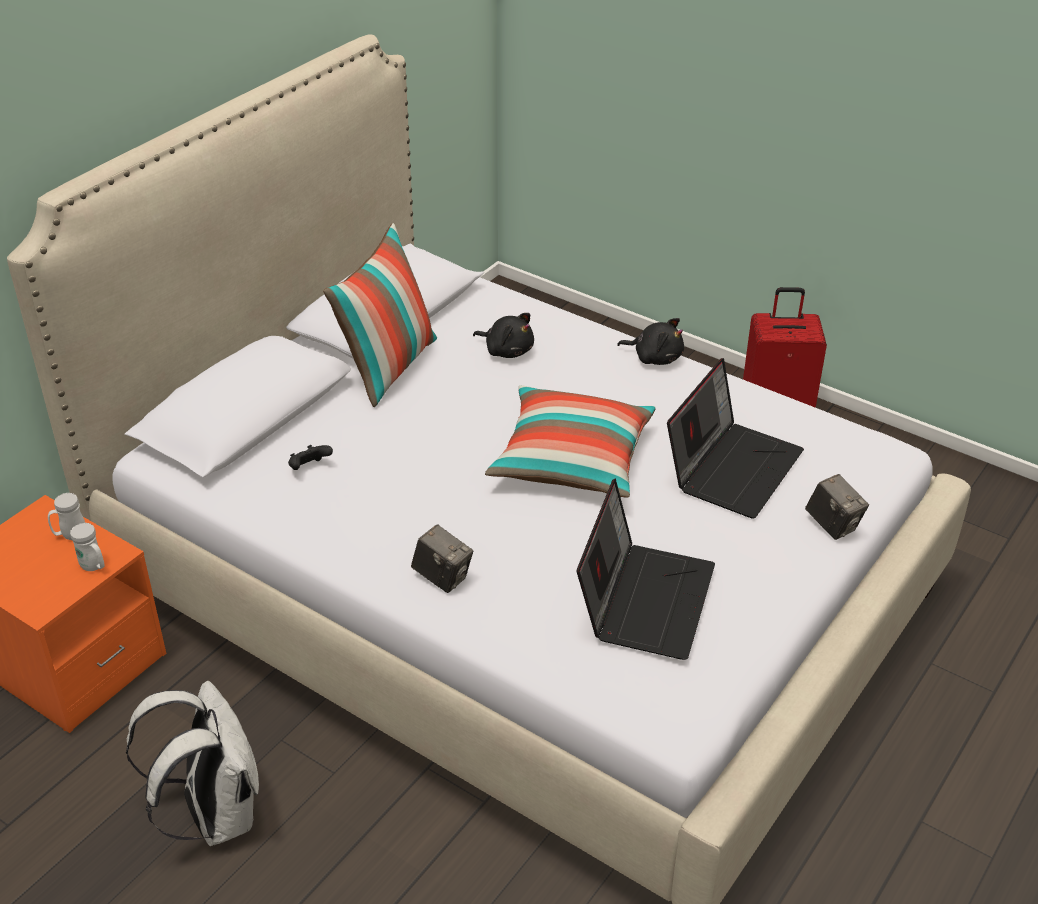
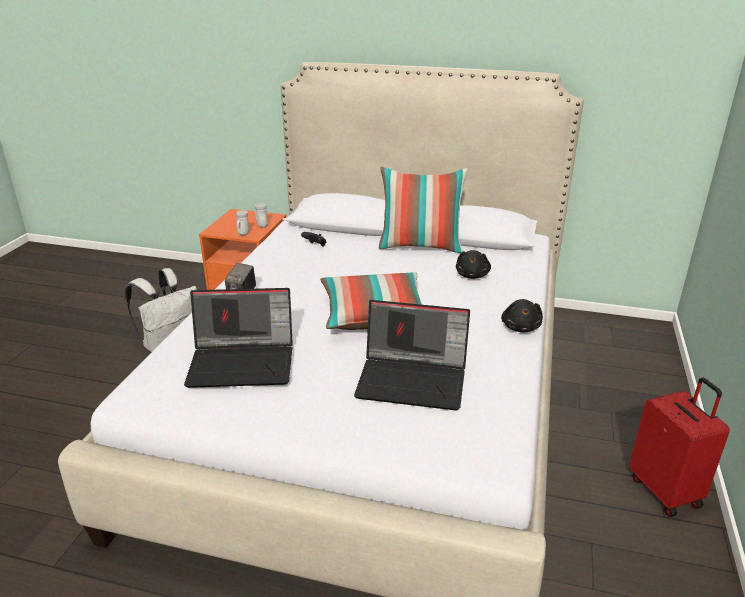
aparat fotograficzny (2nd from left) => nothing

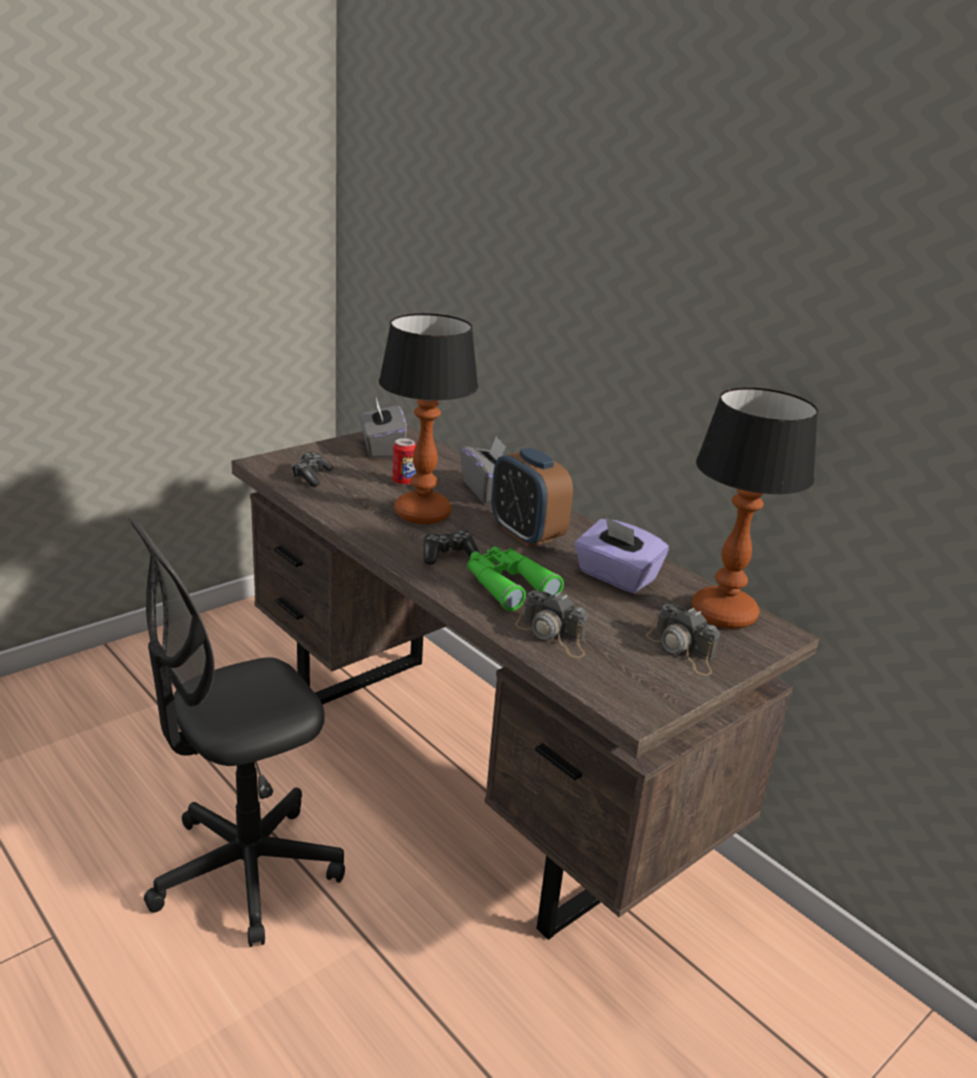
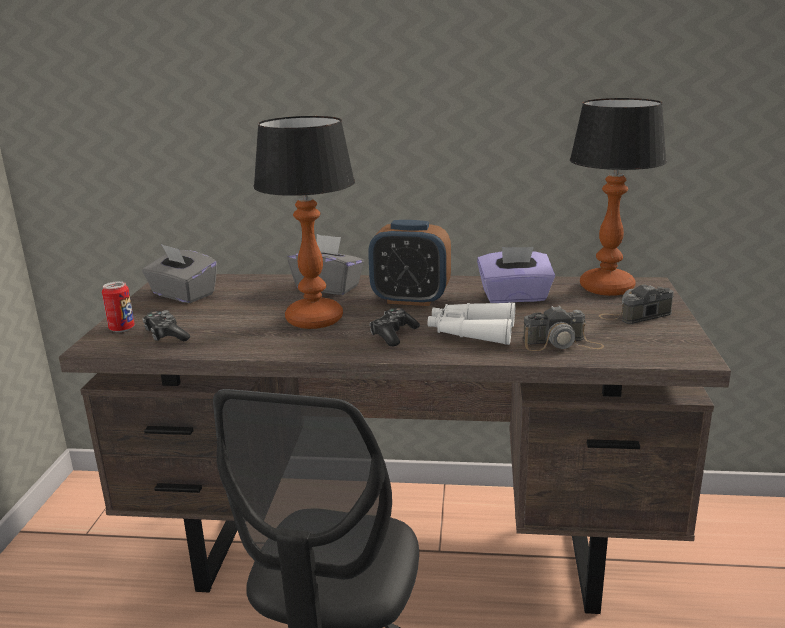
puszka, moved
lornetka/zielony => lornetka/biały
aparat fotograficzny (2nd from left), 150 degrees clockwise

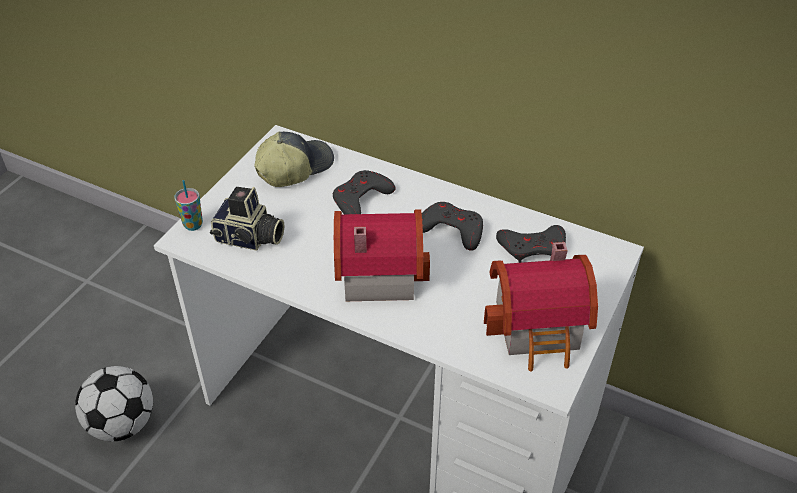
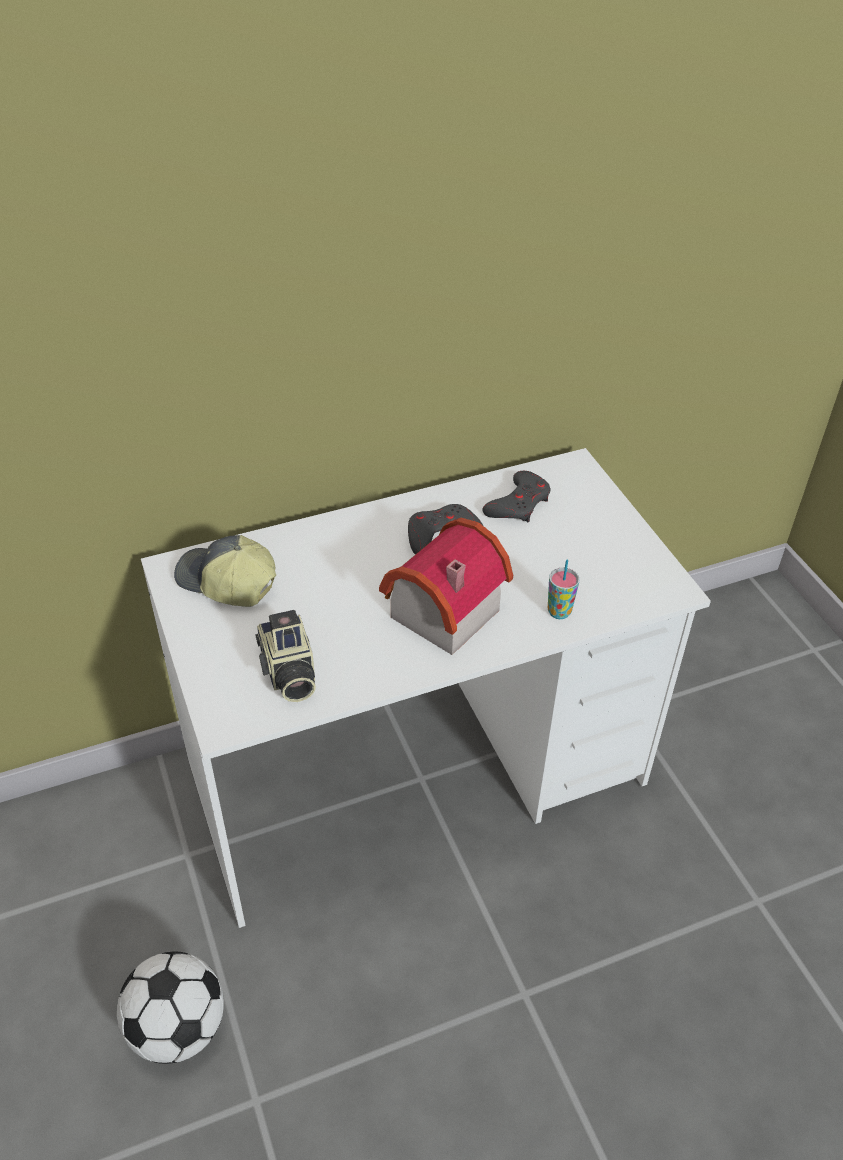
filiżanka, moved
aparat fotograficzny, 105 degrees clockwise
czapka z daszkiem, 60 degrees counterclockwise
pad do gier/szary (1st from left) => nothing
domek (2nd from left) => nothing

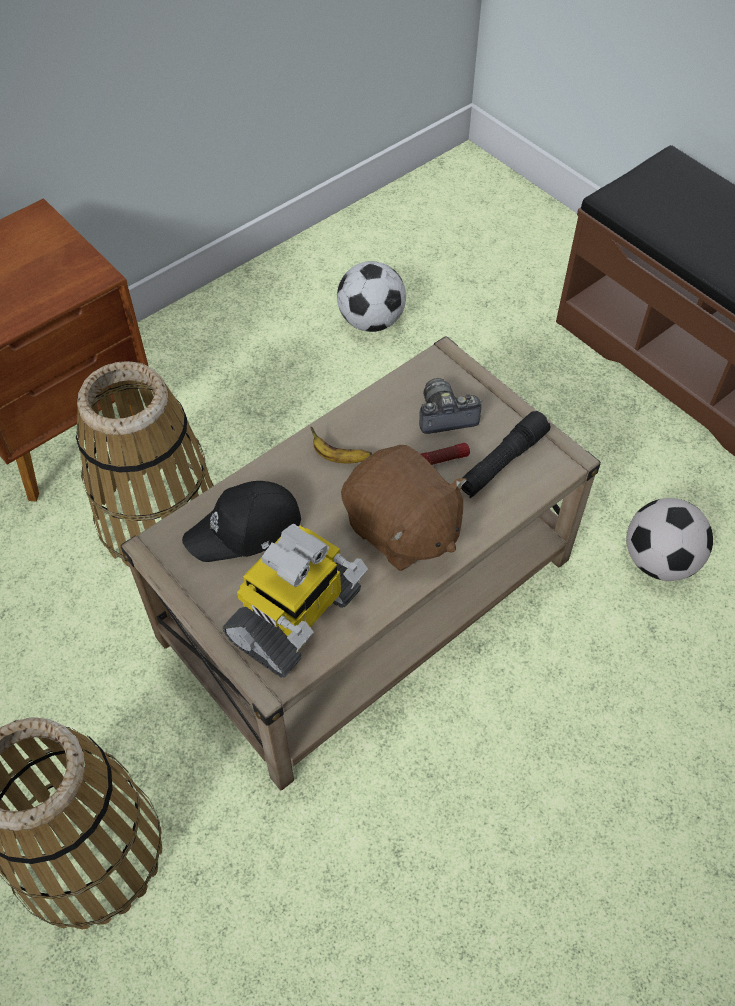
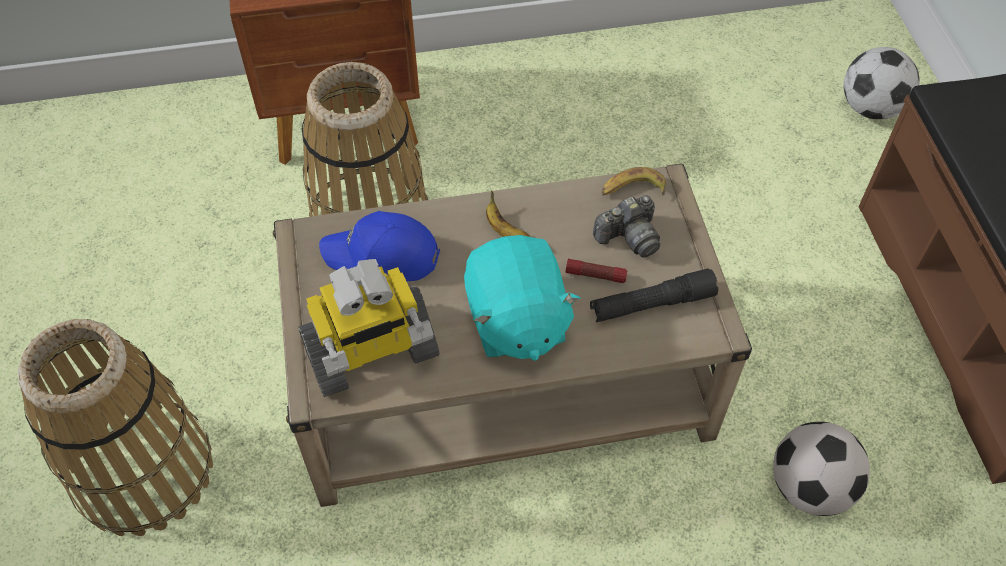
czapka z daszkiem/czarny => czapka z daszkiem/niebieski
piłka futbolowa (1st from left in the first image) => piłka futbolowa (2nd from left), moved
pluszak/brązowy => pluszak/turkusowy
aparat fotograficzny, 135 degrees clockwise
nothing => banan (2nd from left)

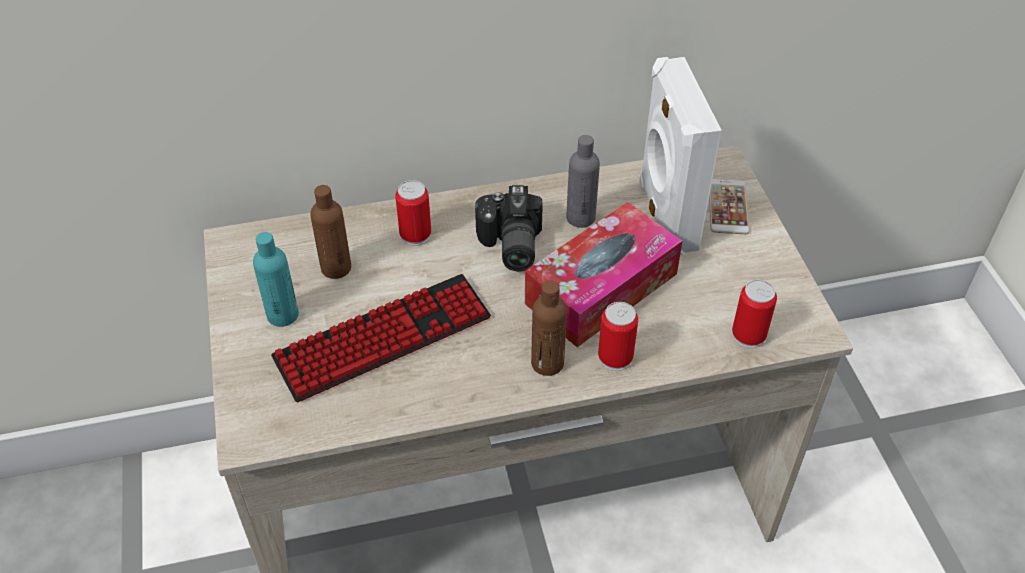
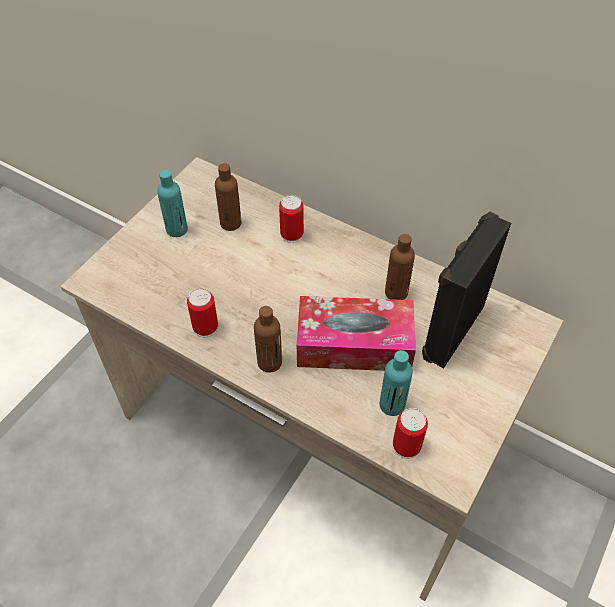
klawiatura => nothing
aparat fotograficzny => nothing
butelka/szary => butelka/brązowy (3rd from left)
puszka (2nd from left in the first image) => puszka (1st from left), moved
głośnik/biały => głośnik/czarny
telefon => nothing
nothing => butelka/turkusowy (2nd from left)

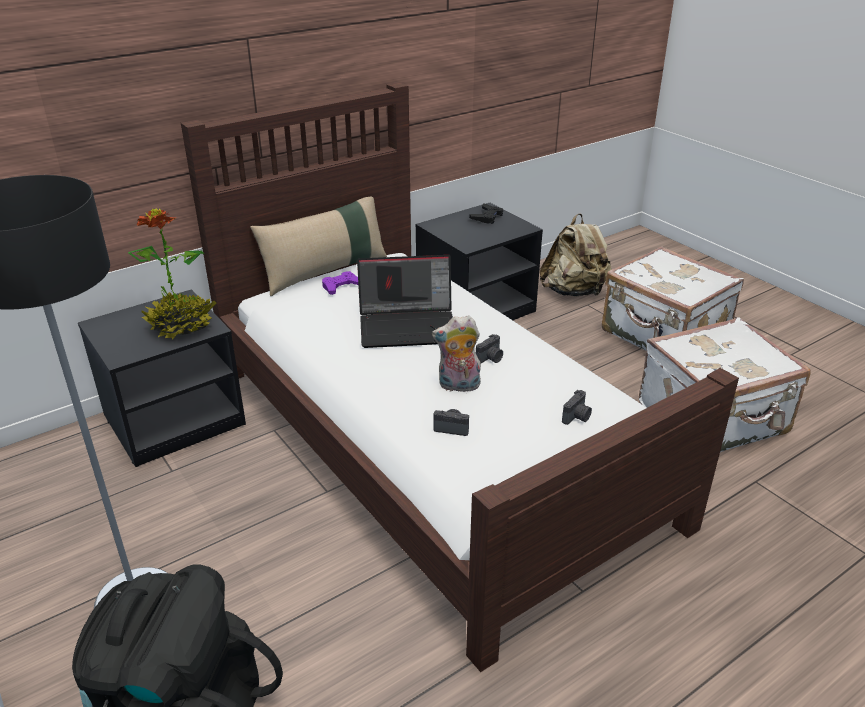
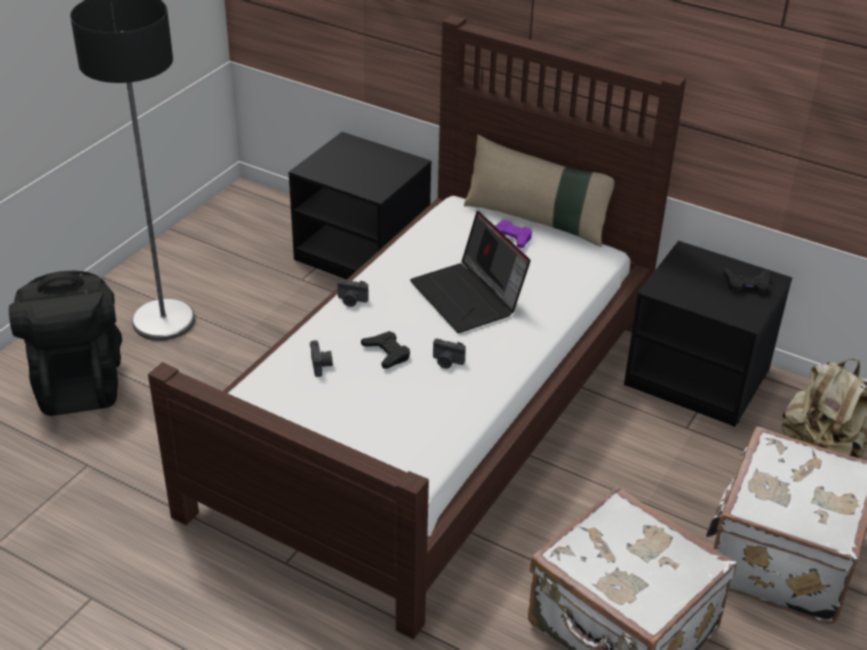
roślina doniczkowa => nothing
pluszak => pad do gier/czarny (1st from left)
aparat fotograficzny (3rd from left in the first image) => aparat fotograficzny (2nd from left), moved

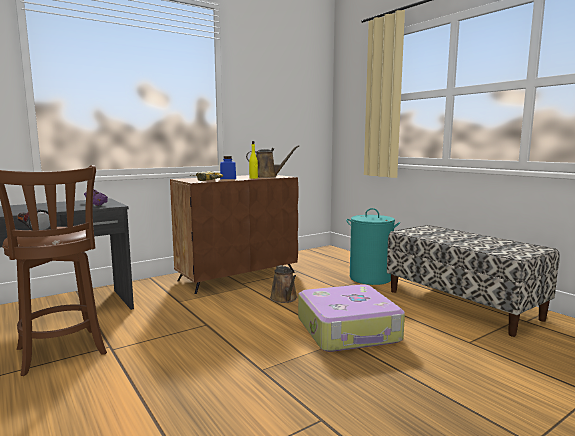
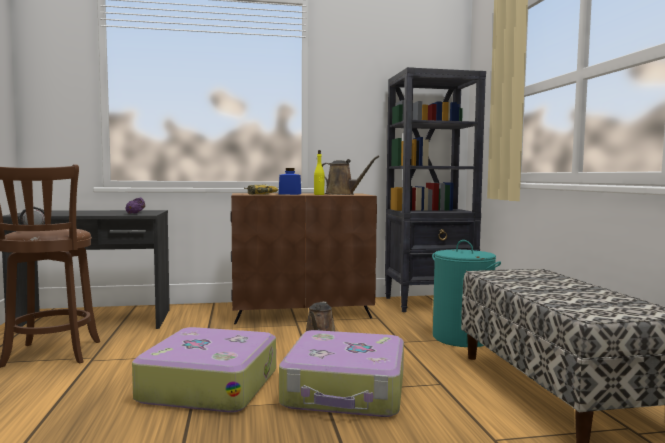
nothing => walizka (1st from left)
nothing => regał/czarny

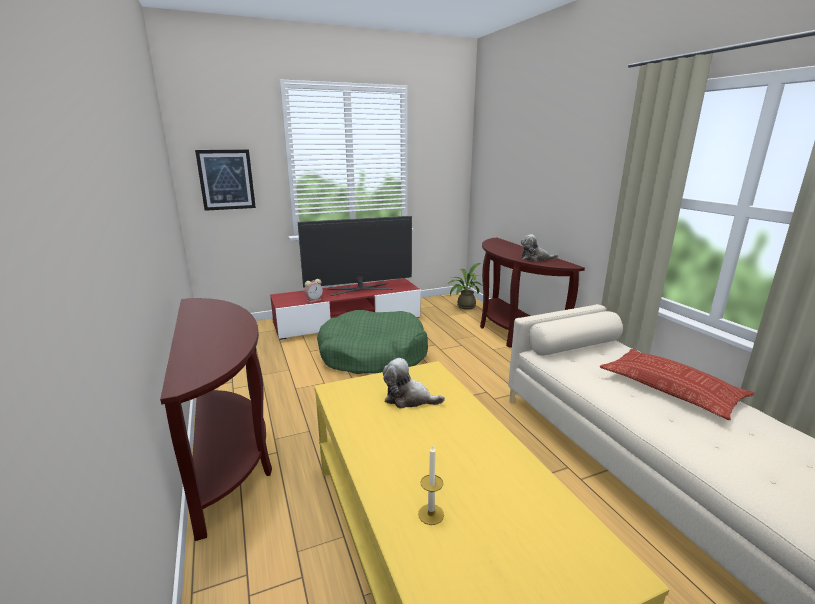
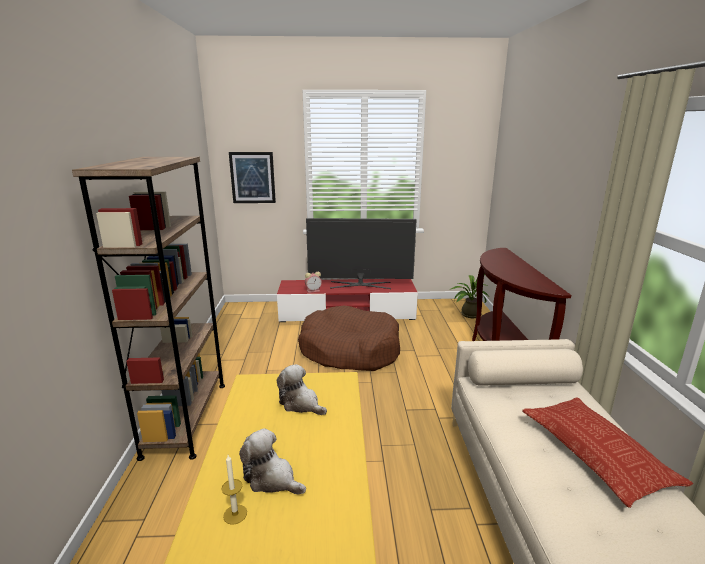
stolik konsolowy/brązowy (1st from left) => regał/brązowy
legowisko/zielony => legowisko/brązowy
pluszak (2nd from left in the first image) => pluszak (1st from left), moved

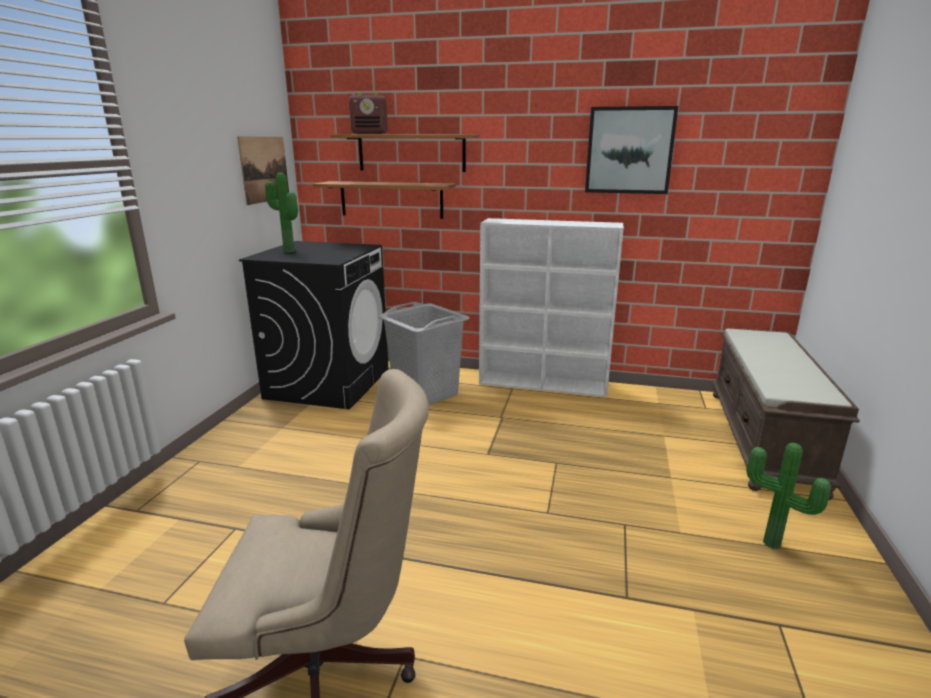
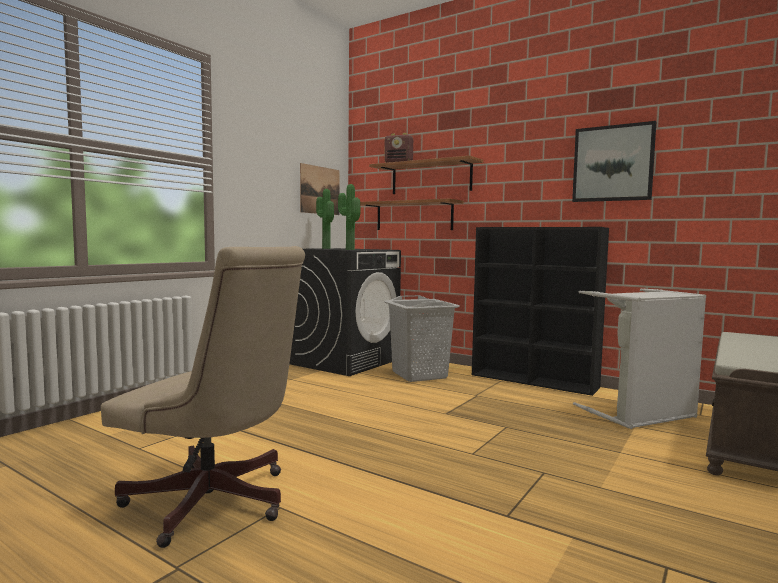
regał/biały => regał/czarny
roślina doniczkowa (2nd from left), moved
nothing => kosz na pranie/szary (2nd from left)

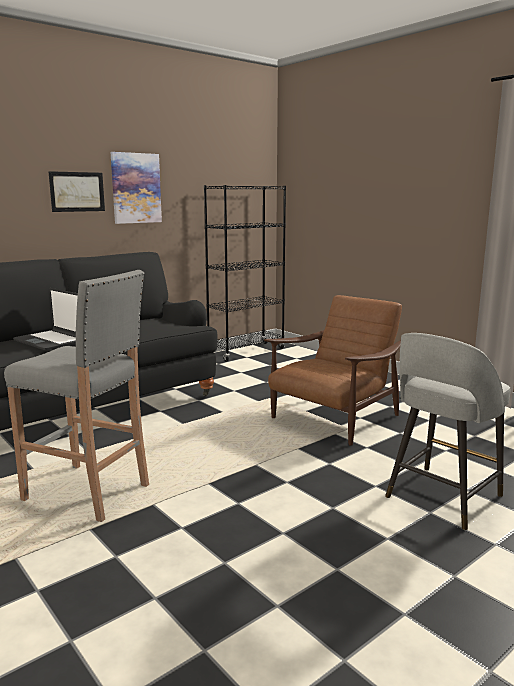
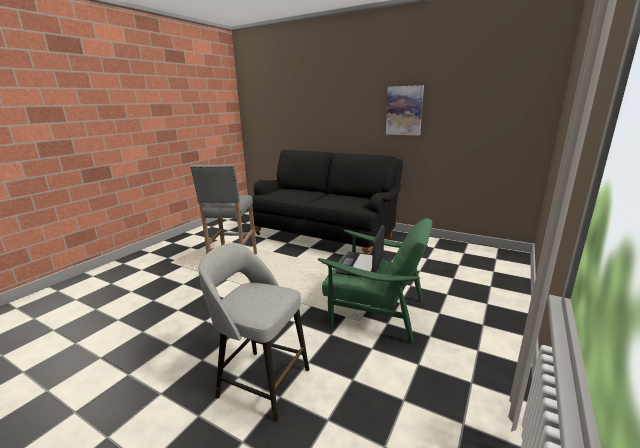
laptop, moved
obraz (1st from left) => nothing
regał/czarny => nothing
fotel/brązowy => fotel/zielony

